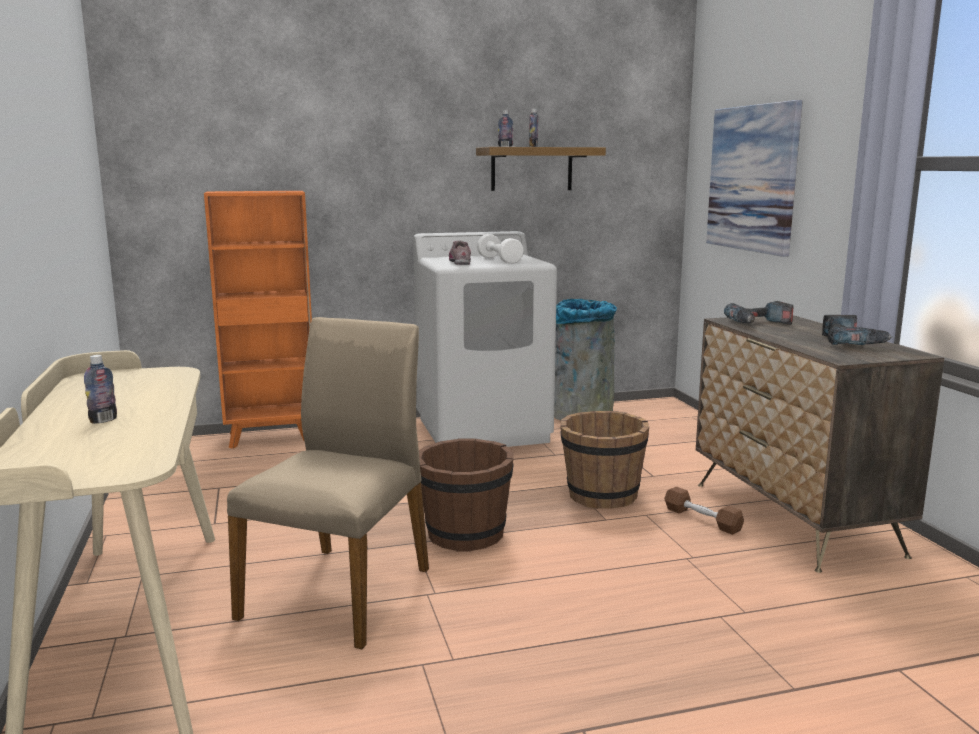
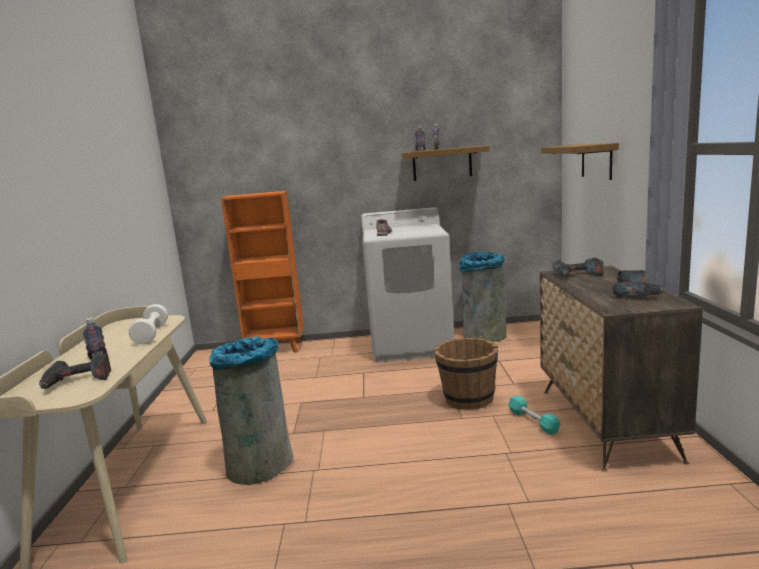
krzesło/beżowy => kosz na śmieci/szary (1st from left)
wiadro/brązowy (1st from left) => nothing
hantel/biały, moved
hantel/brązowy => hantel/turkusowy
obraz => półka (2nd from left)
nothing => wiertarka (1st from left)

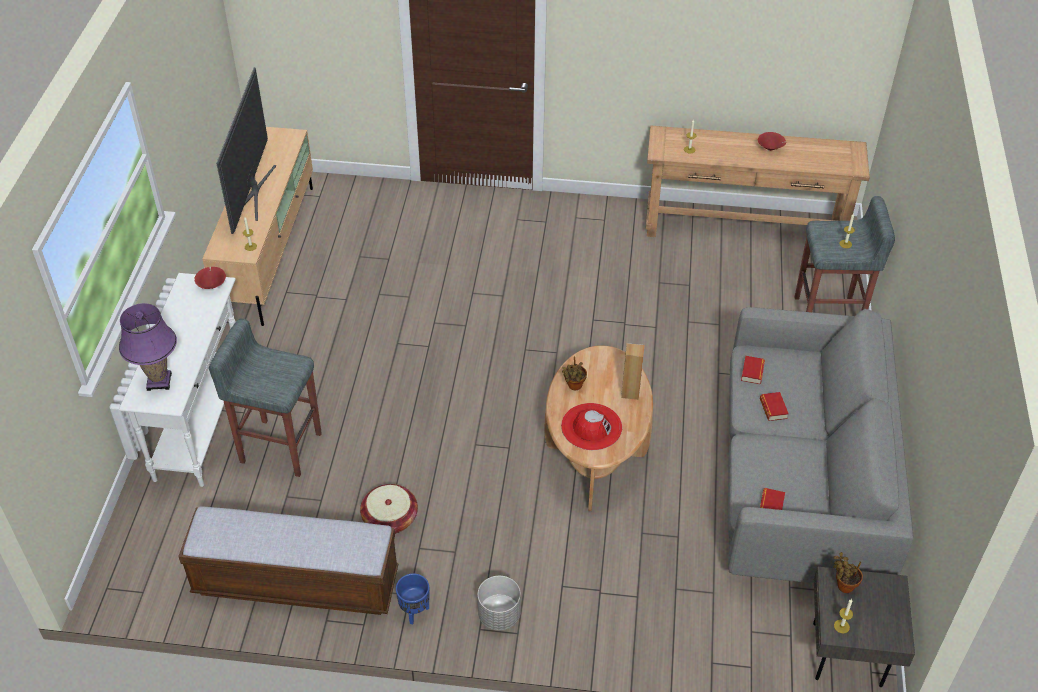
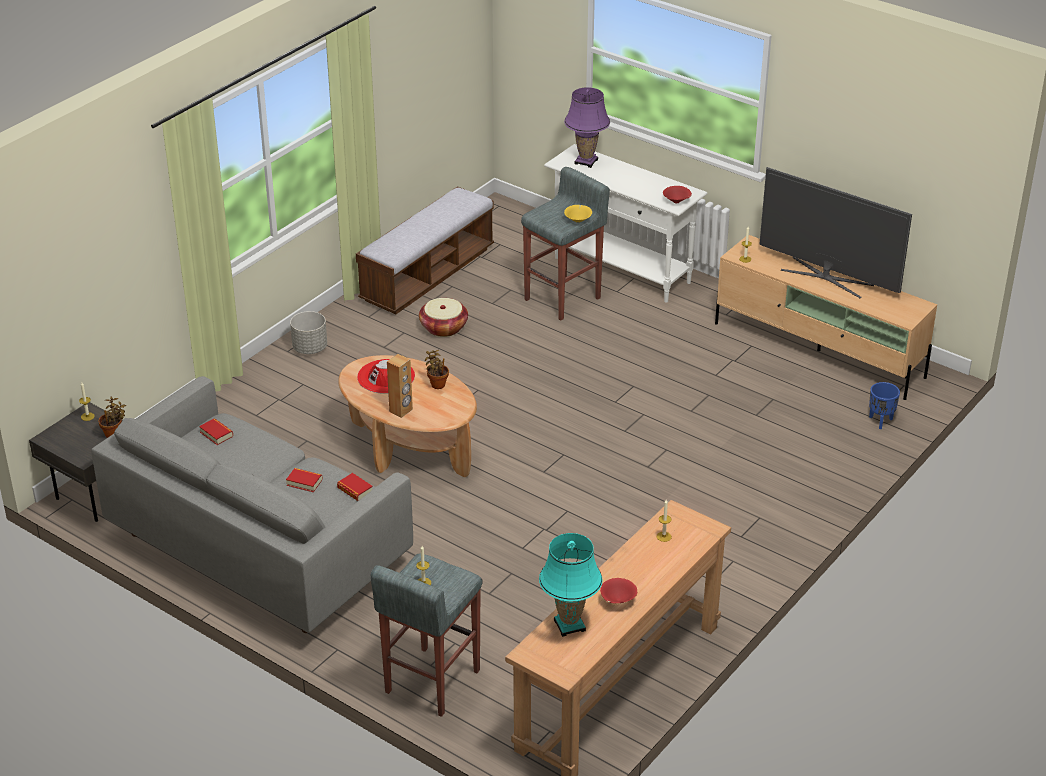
donica/niebieski, moved
nothing => lampa stołowa/turkusowy
nothing => miska/żółty

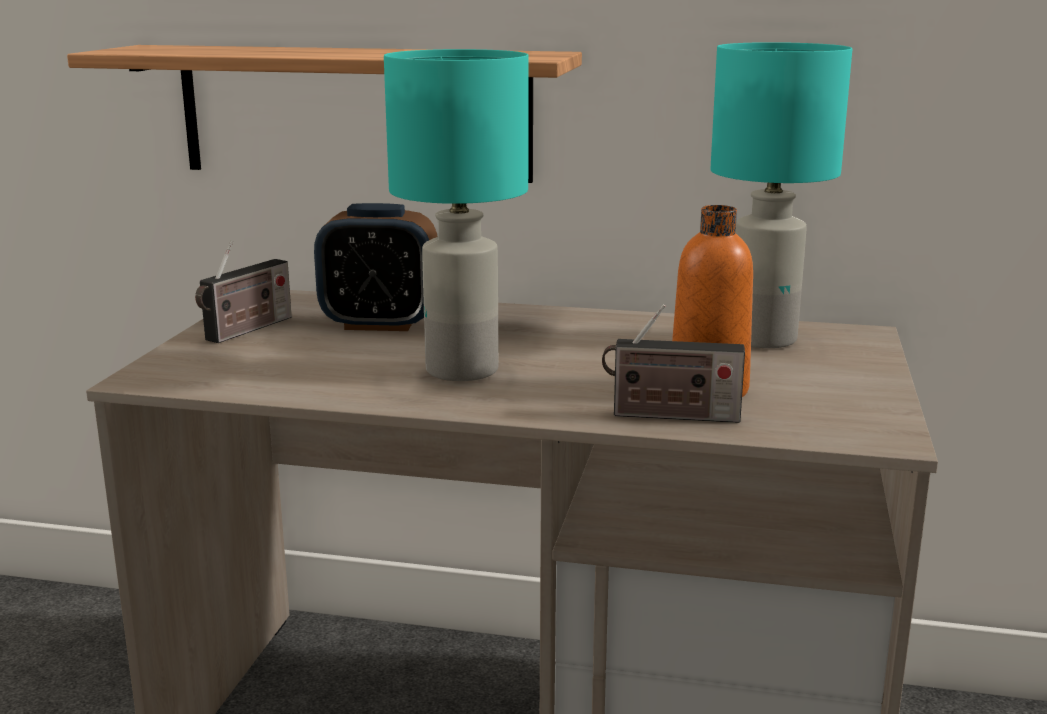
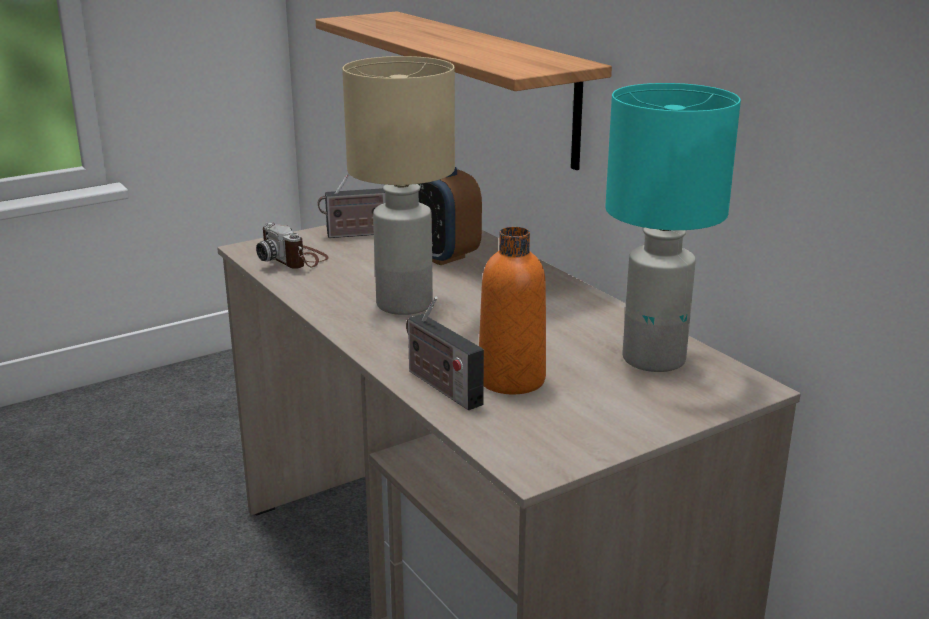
lampa stołowa/turkusowy (1st from left) => lampa stołowa/beżowy
nothing => aparat fotograficzny

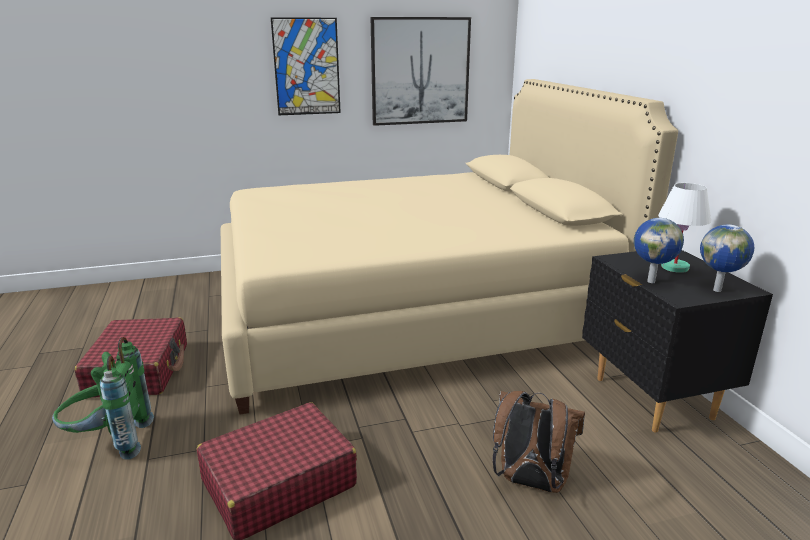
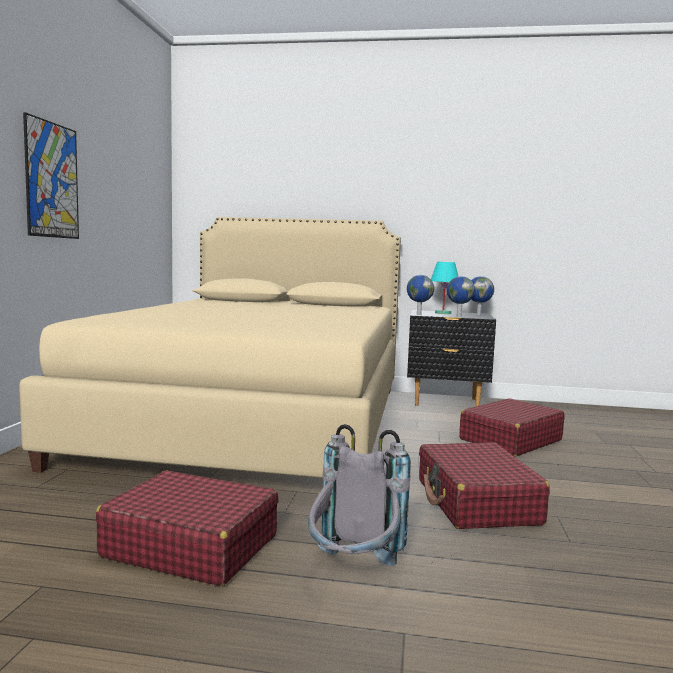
plecak/zielony => plecak/szary
obraz (2nd from left) => nothing
plecak/brązowy => walizka/czerwony (3rd from left)
lampa stołowa/biały => lampa stołowa/turkusowy
nothing => globus (1st from left)

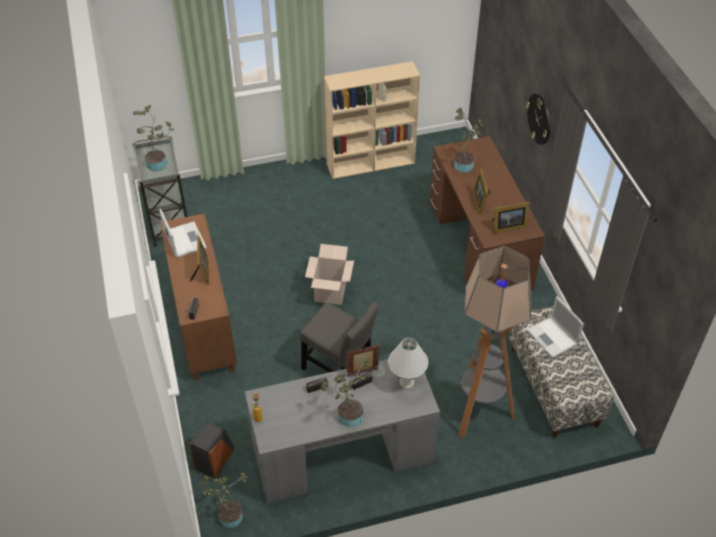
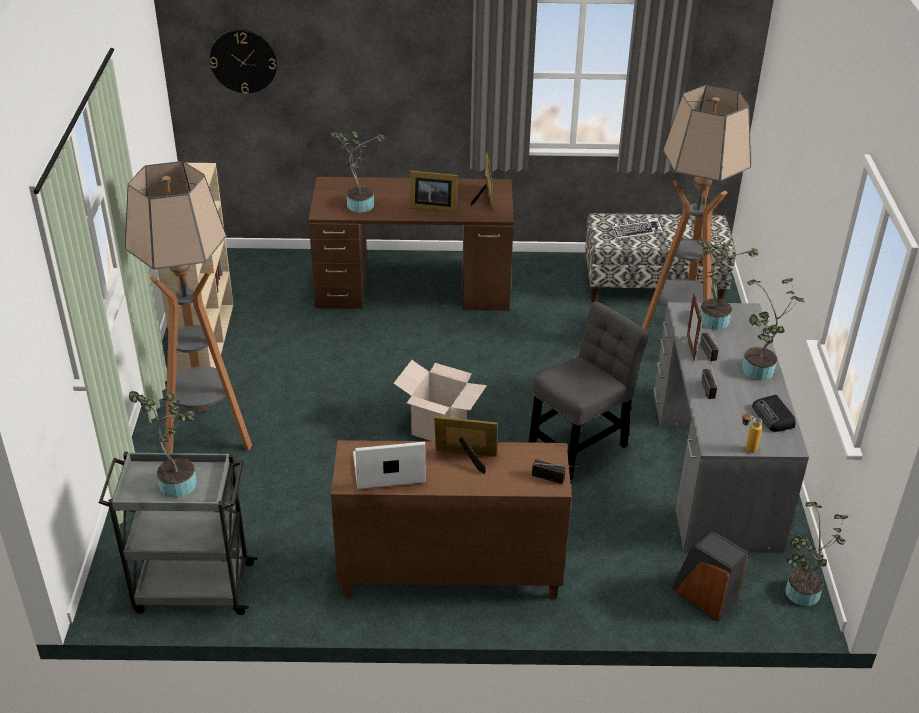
lampa stołowa/biały => roślina doniczkowa (3rd from left)
zegar ścienny, moved
laptop (2nd from left) => klawiatura
nothing => lampa stojąca (1st from left)
nothing => radio (4th from left)

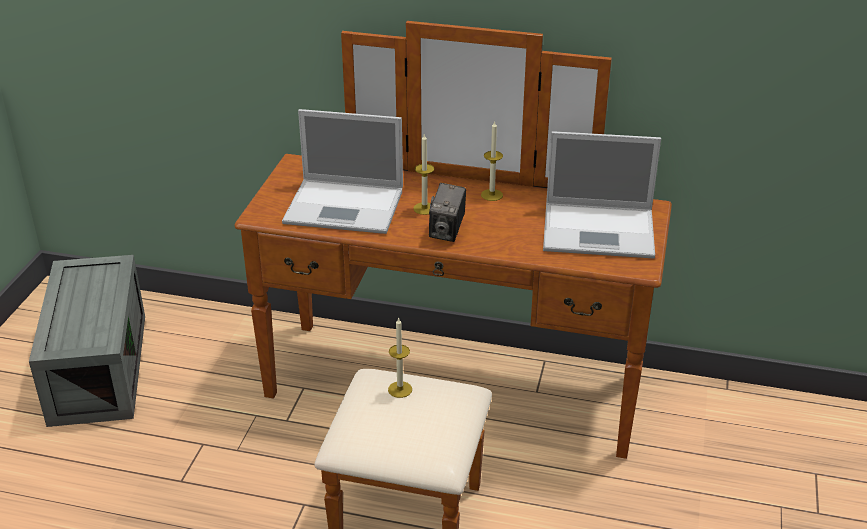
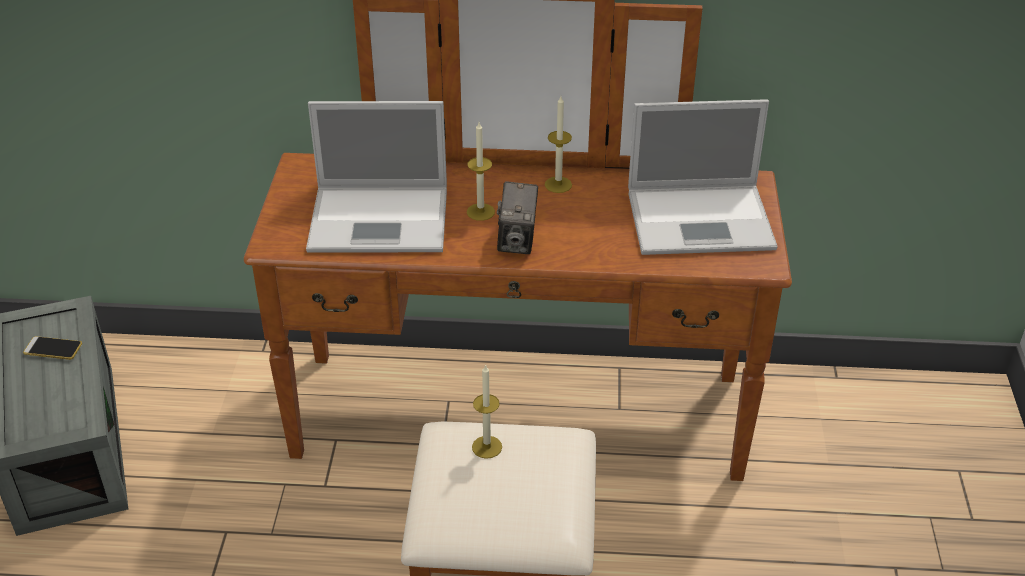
nothing => telefon

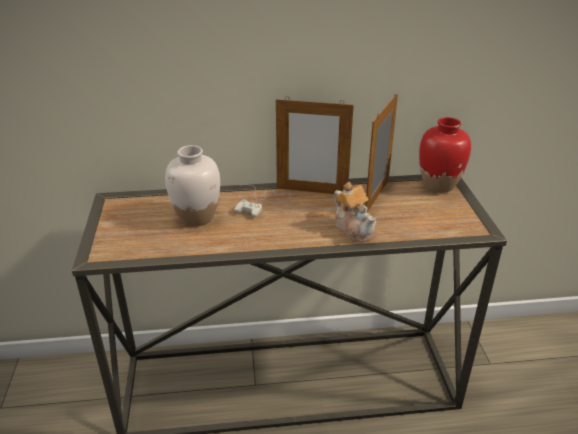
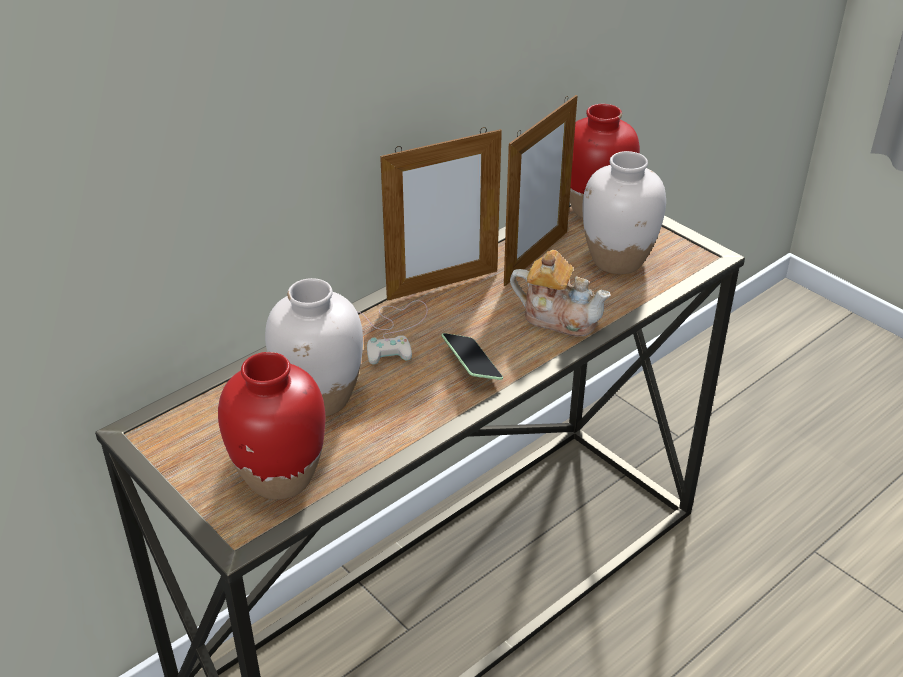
ramka na zdjęcie (2nd from left), 135 degrees counterclockwise
nothing => wazon/czerwony (1st from left)
nothing => telefon
nothing => wazon/biały (2nd from left)

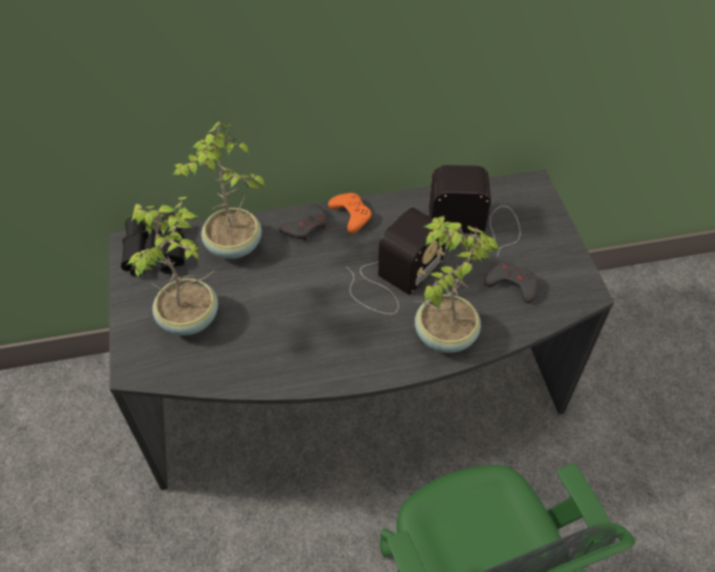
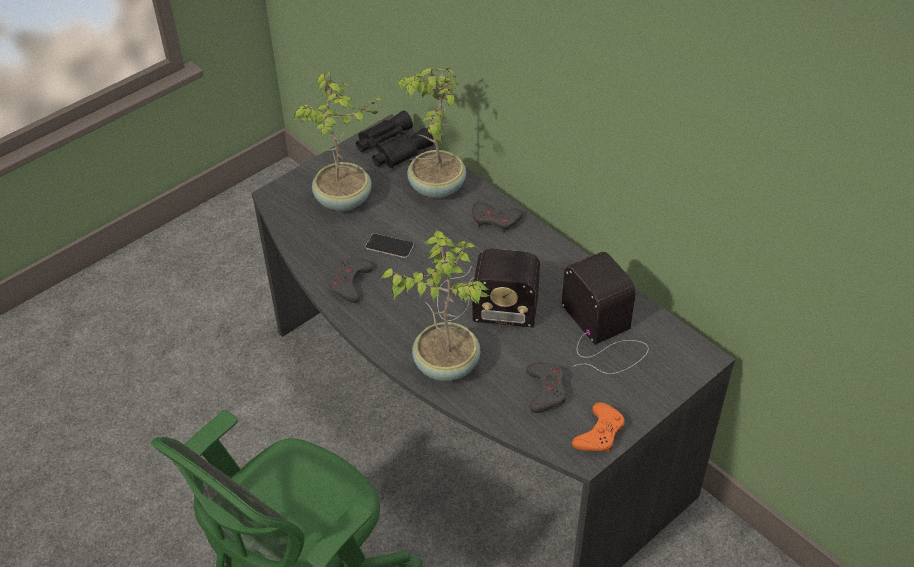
pad do gier/pomarańczowy, moved
nothing => pad do gier/szary (1st from left)
nothing => telefon

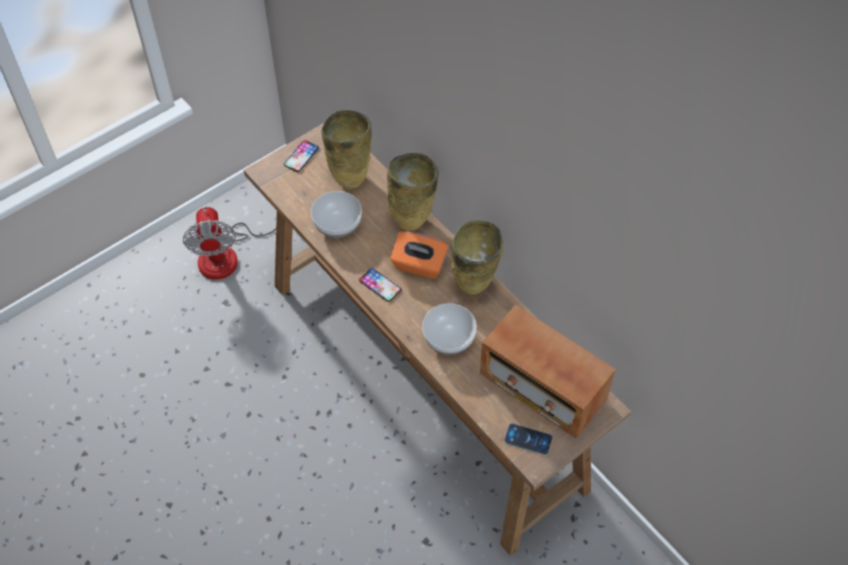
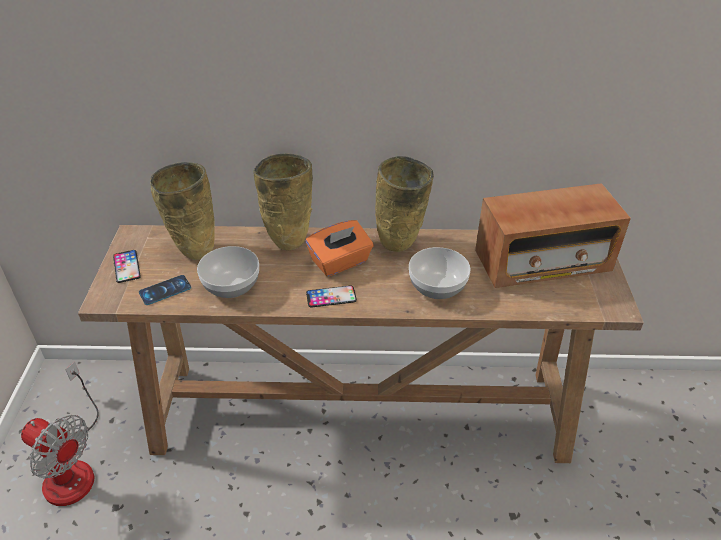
telefon (3rd from left in the first image) => telefon (2nd from left), moved

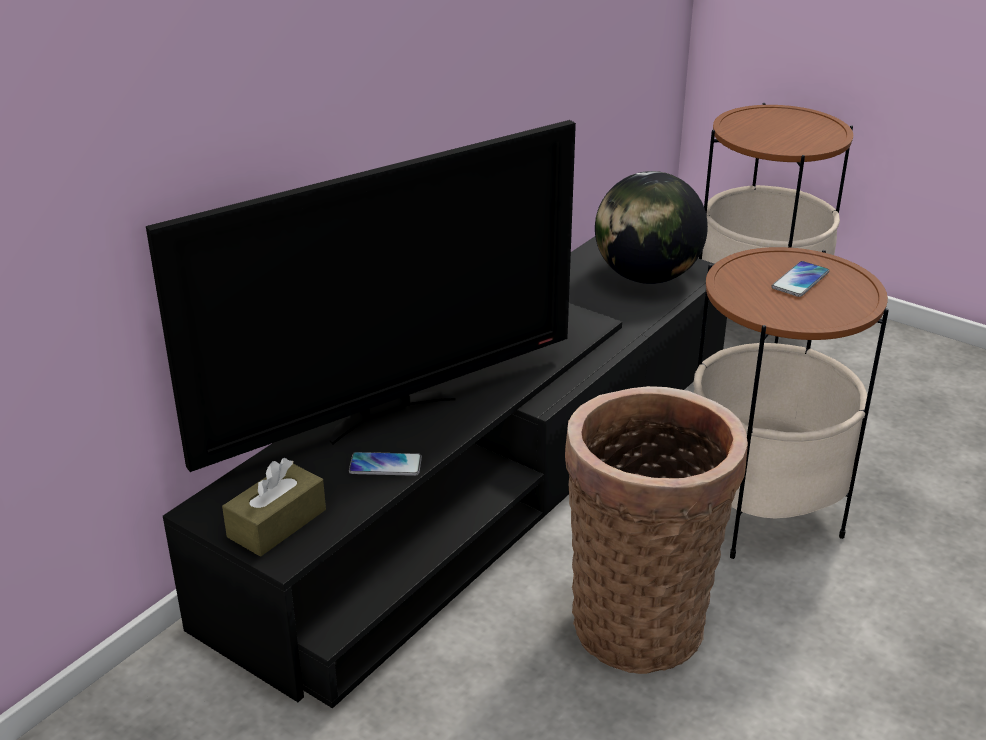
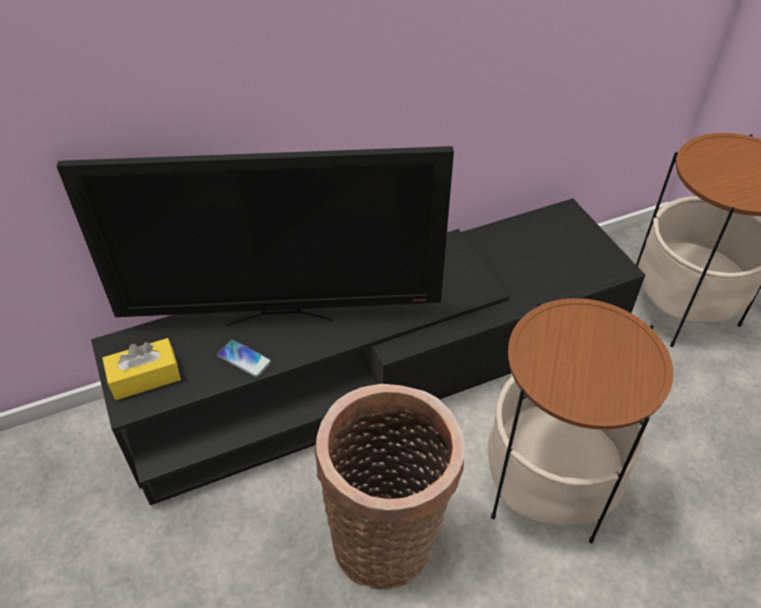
pudełko chusteczek/brązowy => pudełko chusteczek/żółty
globus => nothing
telefon (2nd from left) => nothing

